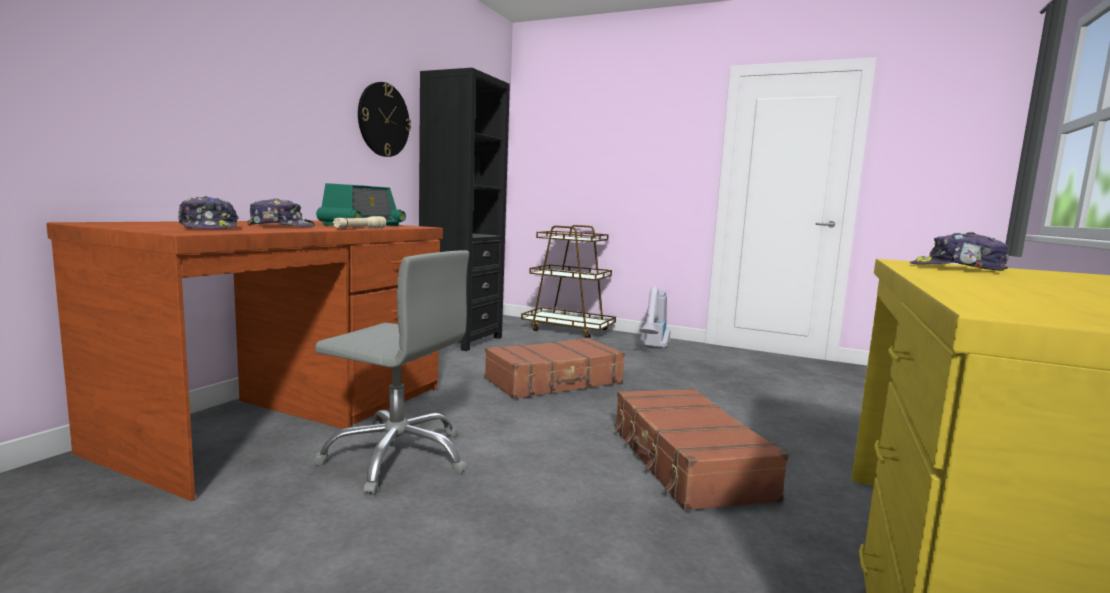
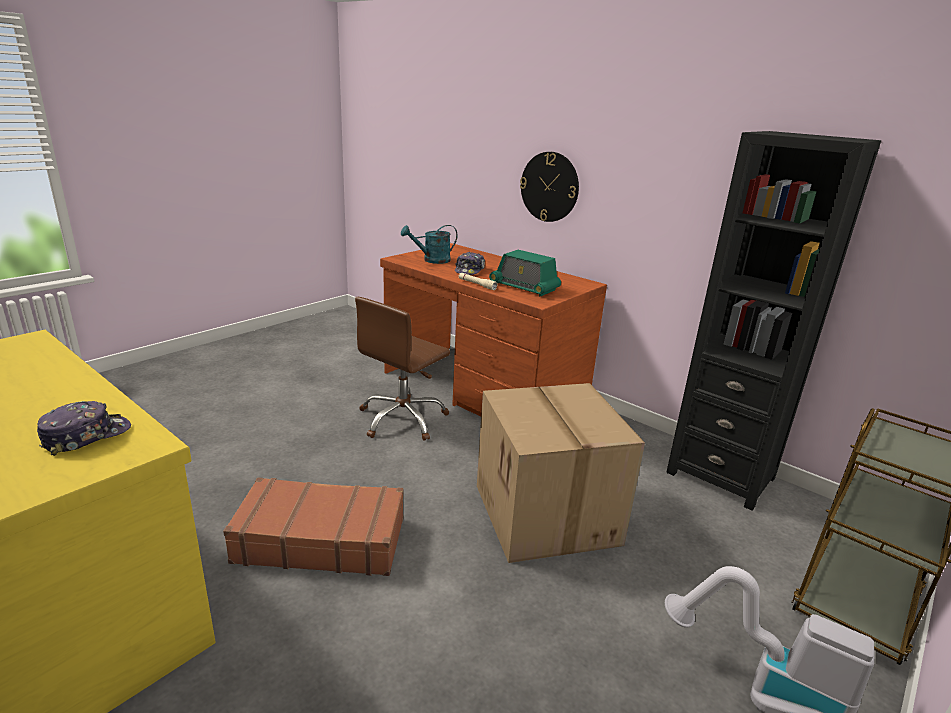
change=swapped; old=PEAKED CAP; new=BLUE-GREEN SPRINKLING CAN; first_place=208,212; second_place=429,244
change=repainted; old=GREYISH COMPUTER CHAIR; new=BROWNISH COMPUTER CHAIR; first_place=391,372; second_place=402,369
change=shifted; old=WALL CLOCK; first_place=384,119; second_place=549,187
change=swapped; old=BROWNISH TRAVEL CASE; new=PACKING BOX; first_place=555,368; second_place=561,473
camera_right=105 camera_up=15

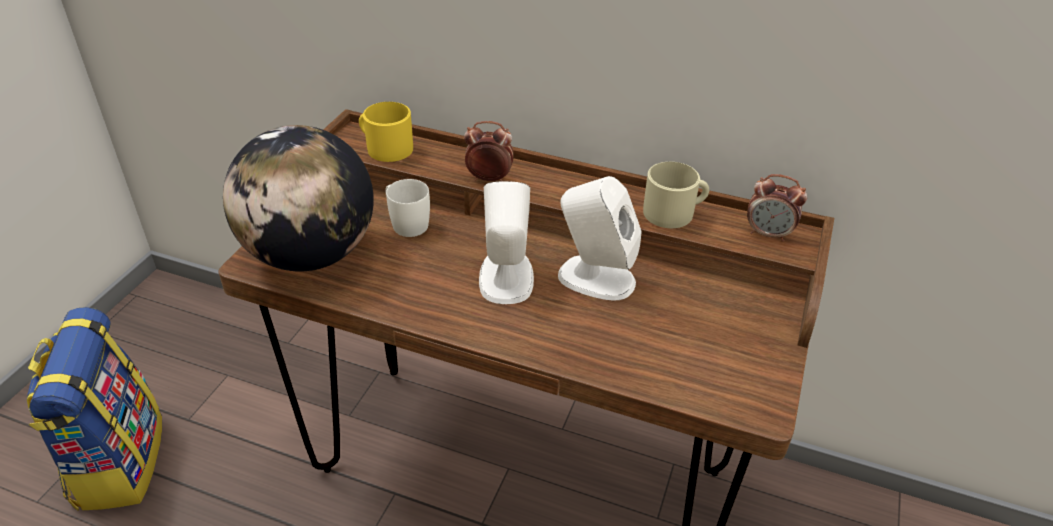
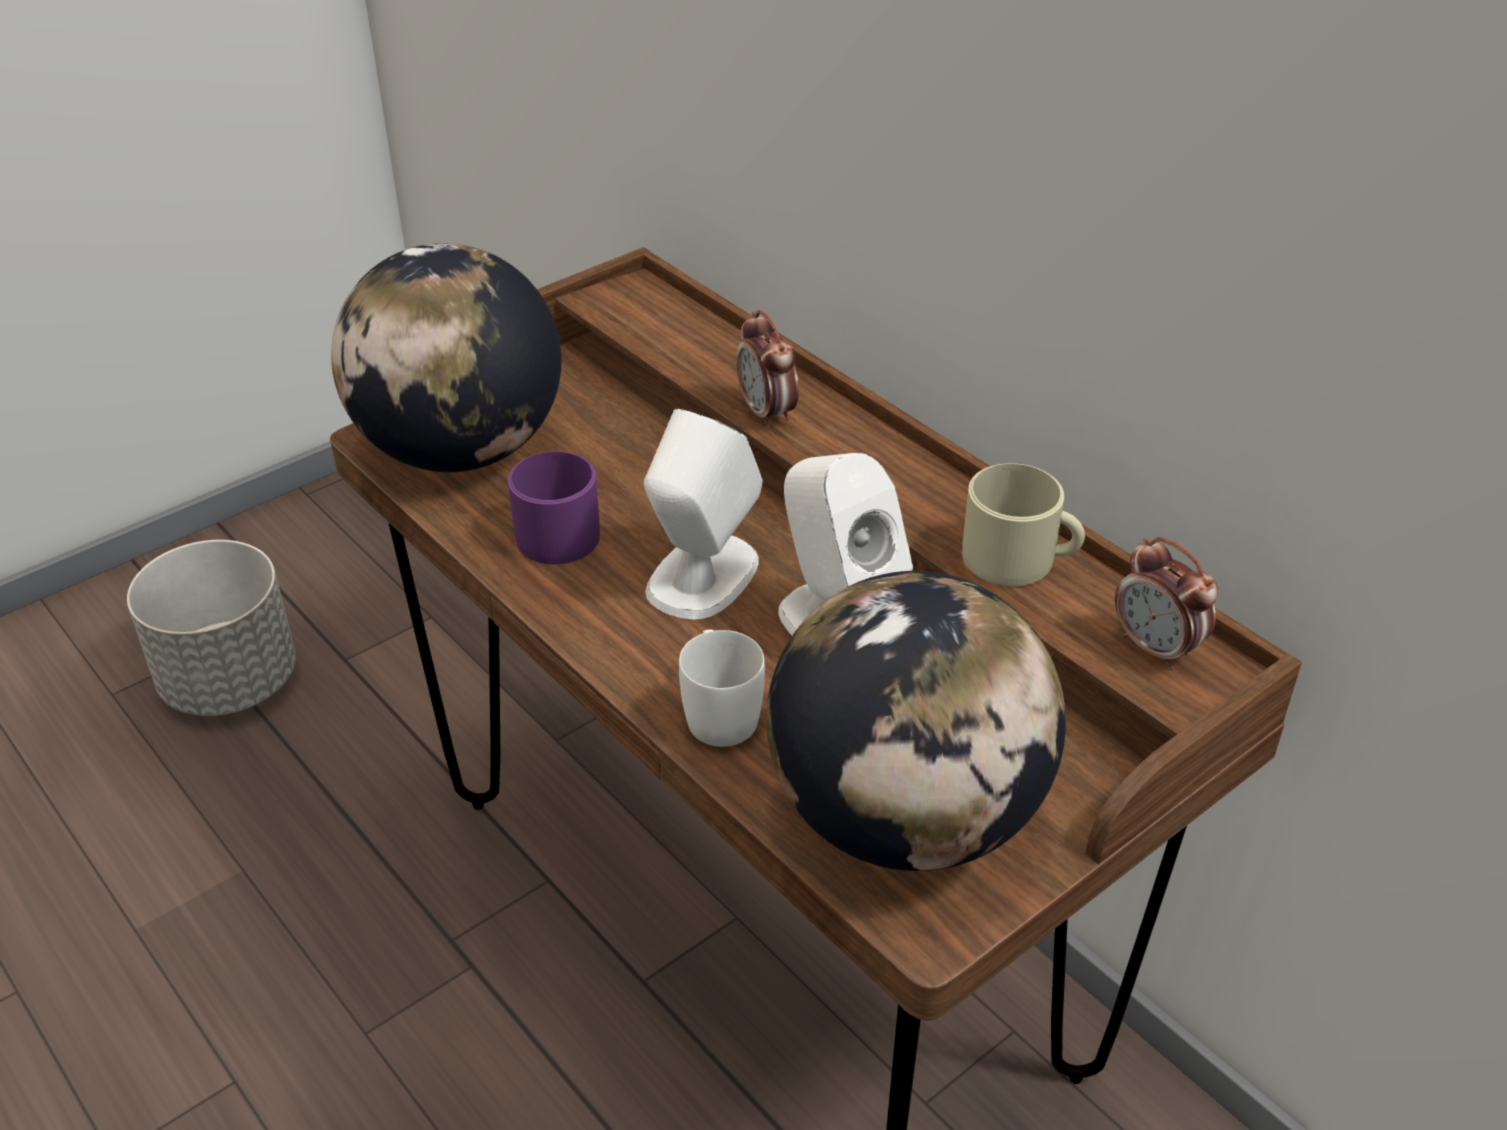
change=swapped; old=KNAPSACK; new=GREYISH PLANT POT; first_place=94,409; second_place=211,628
change=gone; old=YELLOWISH COFFEE MUG; first_place=386,132
change=shifted; old=WHITE-COLOURED COFFEE MUG; first_place=407,208; second_place=722,688
change=rotated; old=BEDSIDE CLOCK; first_place=488,151; second_place=767,369; degrees=-150
change=new; new=PURPLE-COLOURED COFFEE MUG; second_place=554,507
change=new; new=WORLD GLOBE; second_place=916,721
camera_right=30 camera_up=0

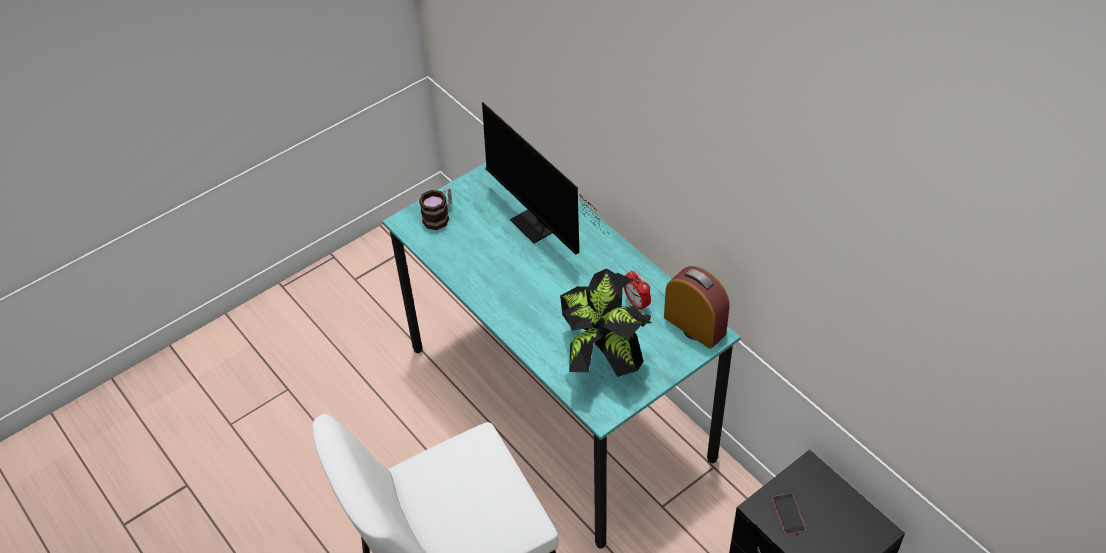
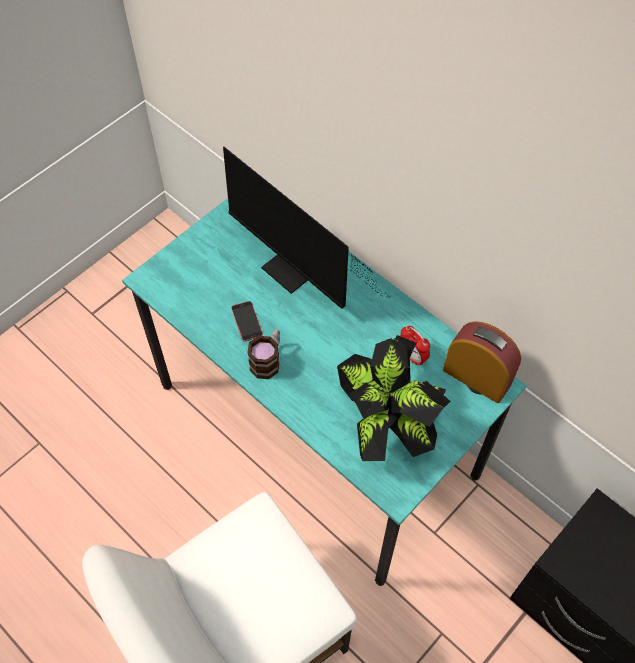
change=shifted; old=COFFEE MUG; first_place=435,208; second_place=263,354
change=shifted; old=PHONE; first_place=789,514; second_place=247,321
camera_right=-10 camera_up=10

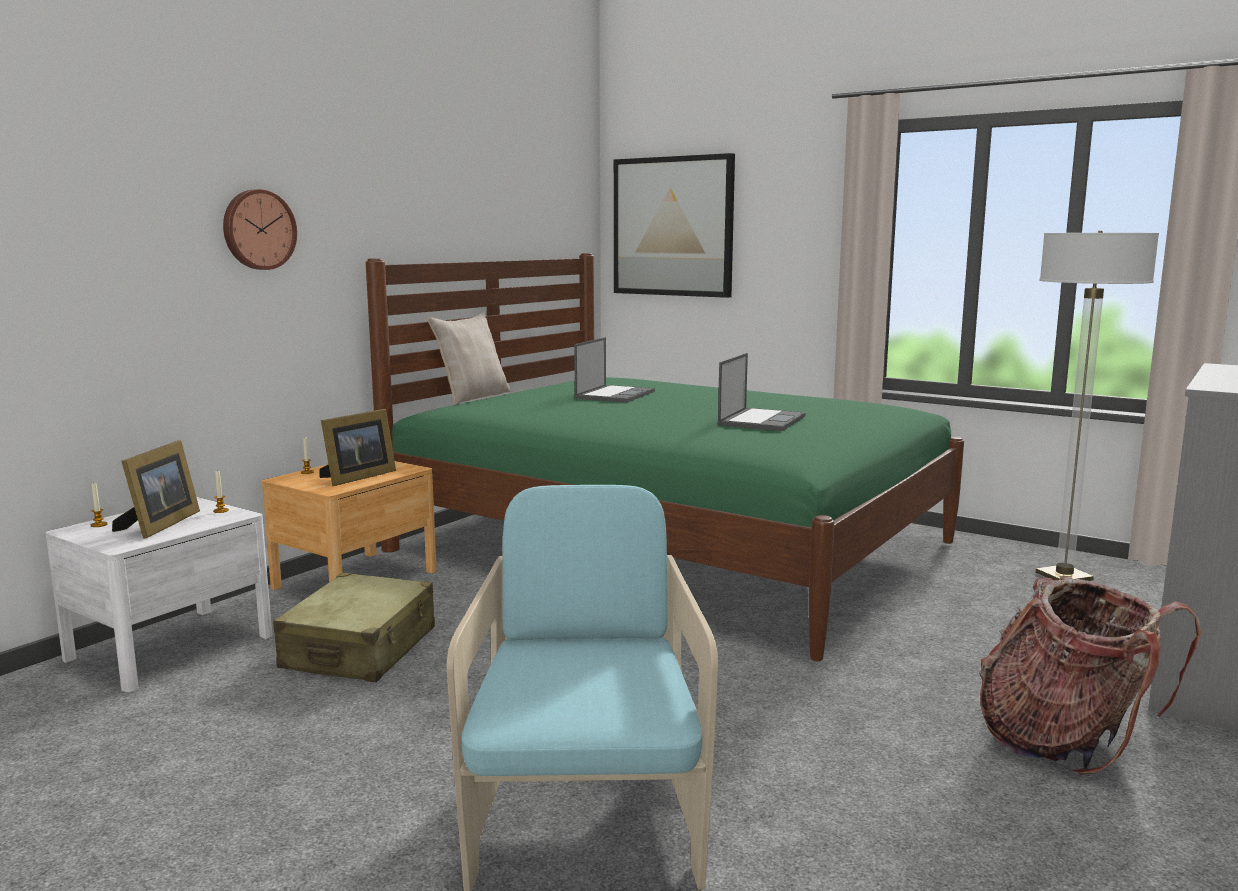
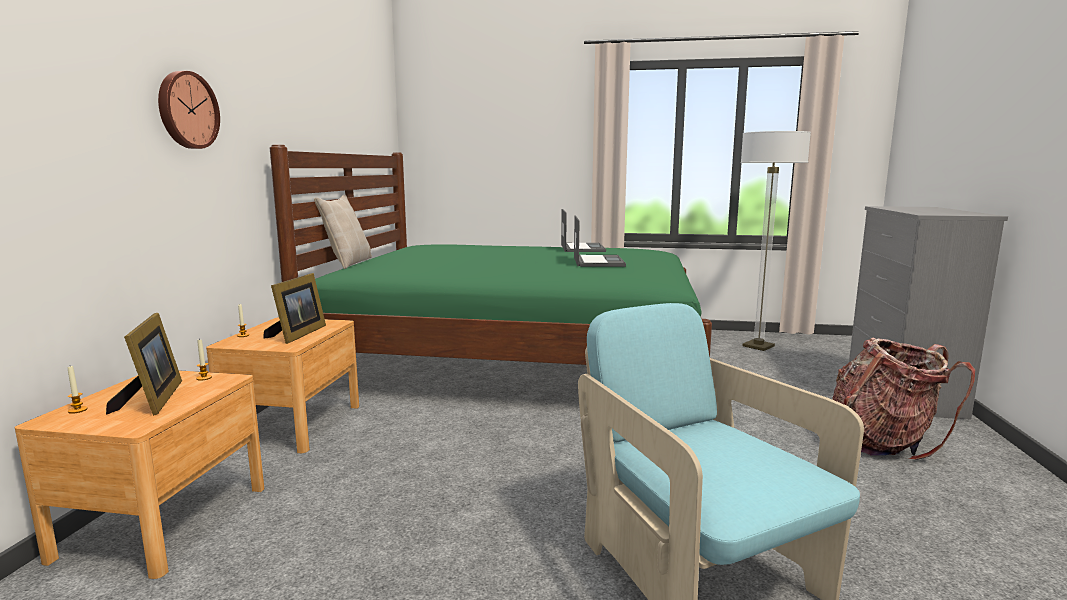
change=repainted; old=WHITE-COLOURED BEDSIDE TABLE; new=BROWNISH BEDSIDE TABLE; first_place=158,594; second_place=139,474
change=gone; old=BEIGE-COLOURED TRAVEL CASE; first_place=354,627
change=shifted; old=NOTEBOOK COMPUTER; first_place=614,370; second_place=583,230
change=gone; old=PICTURE; first_place=674,225
camera_right=-25 camera_up=0

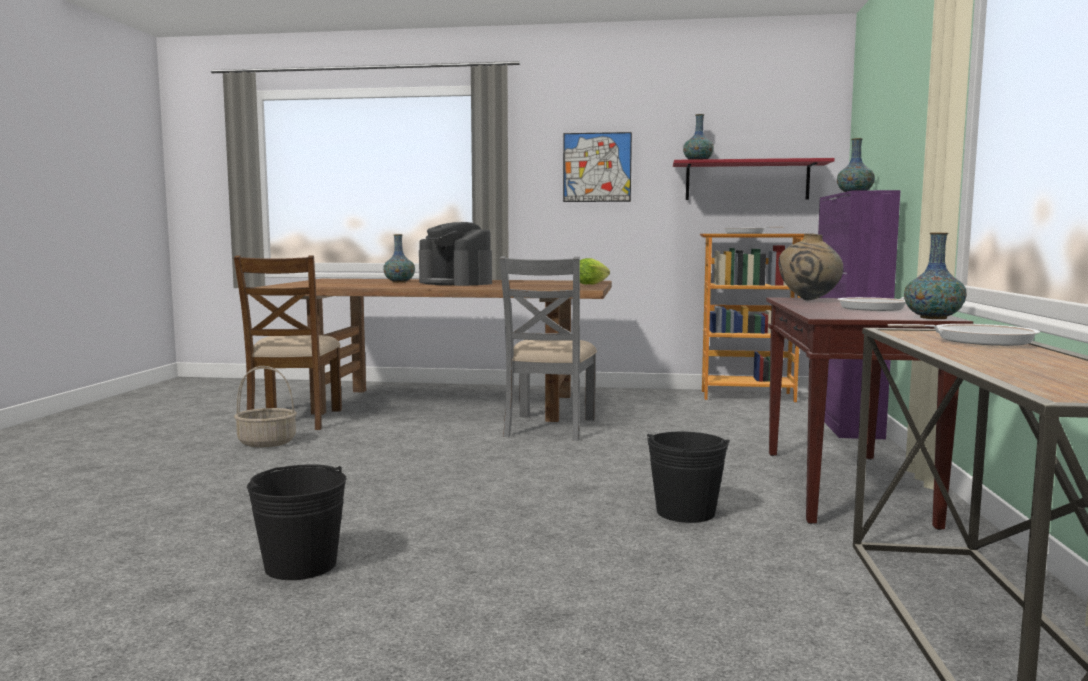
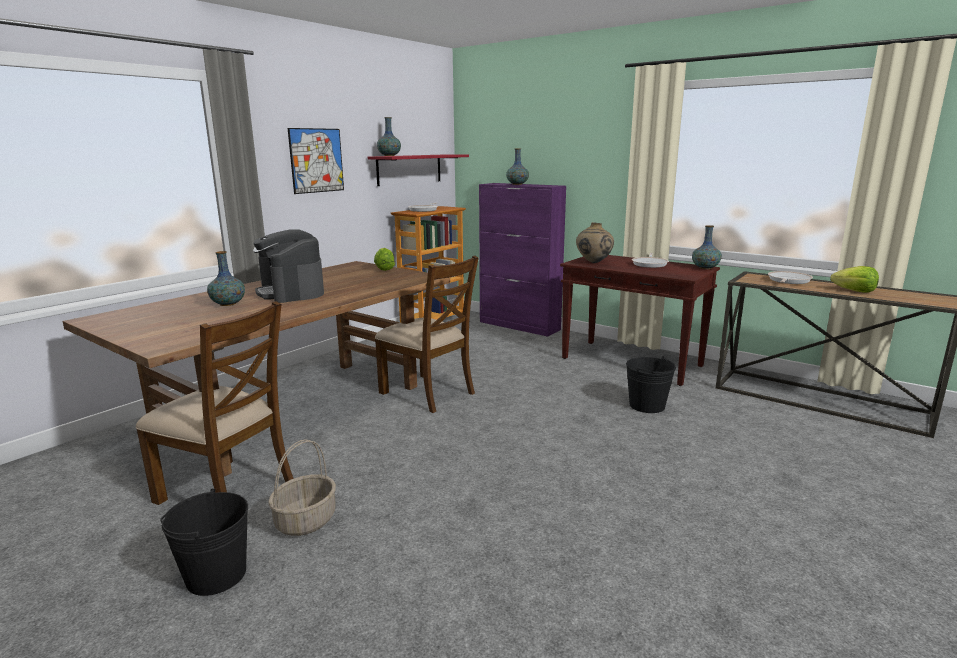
change=shifted; old=BLACK WATER BUCKET; first_place=296,522; second_place=204,542
change=rotated; old=COFFEE MACHINE; first_place=455,254; second_place=288,266; degrees=75
change=repainted; old=GREYISH UPRIGHT CHAIR; new=BROWNISH UPRIGHT CHAIR; first_place=548,348; second_place=426,334
change=new; new=LETTUCE; second_place=854,279
camera_right=-60 camera_up=10

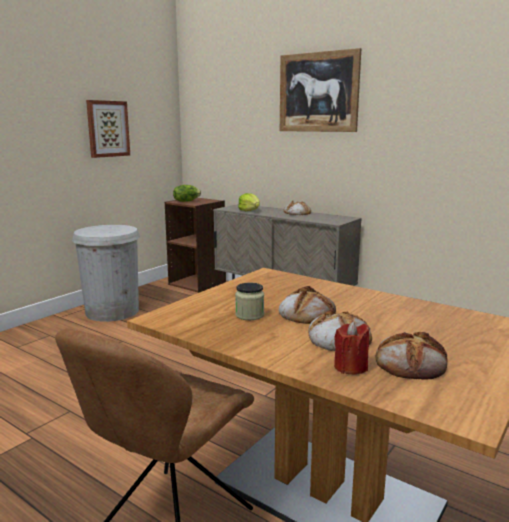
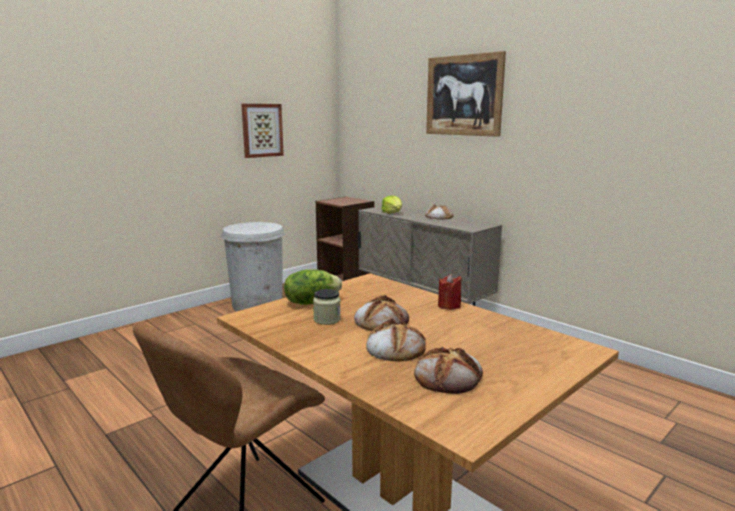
change=shifted; old=LETTUCE; first_place=187,193; second_place=313,287
change=shifted; old=REDDISH WAX LIGHT; first_place=351,347; second_place=450,292
camera_right=10 camera_up=0

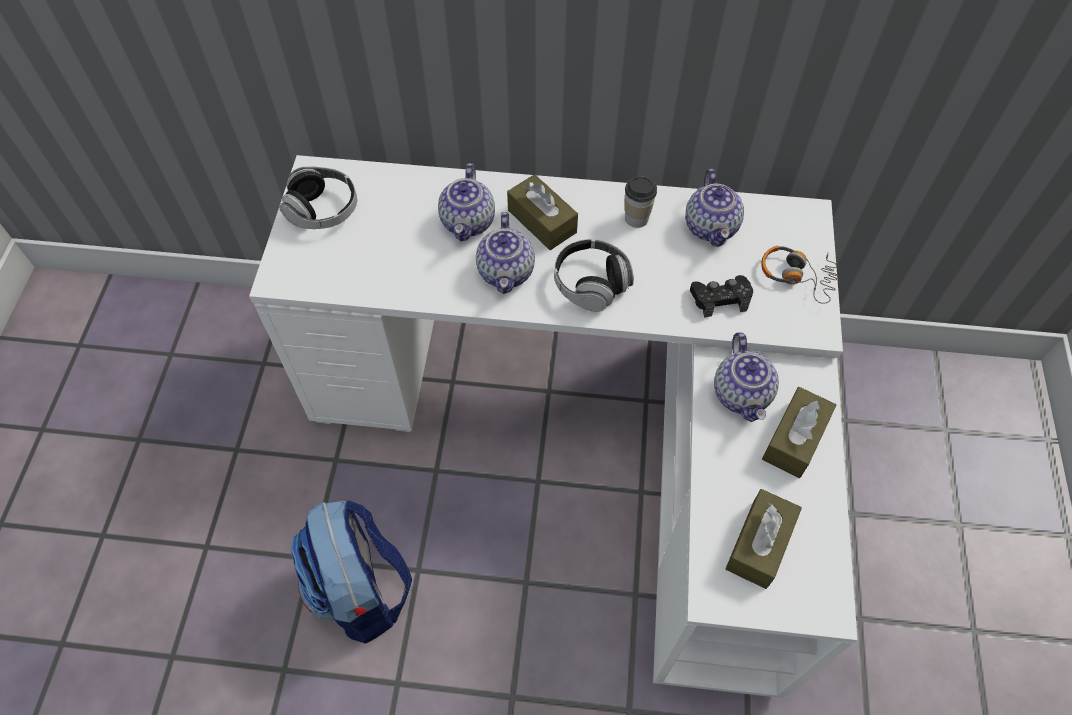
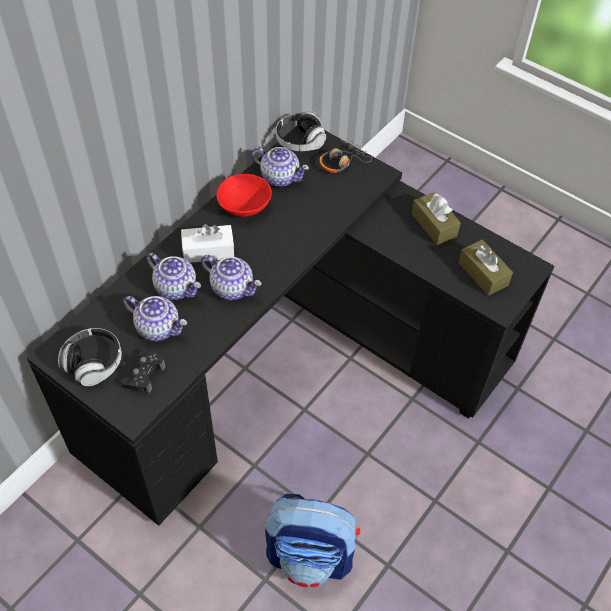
change=repainted; old=WHITE-COLOURED DESK; new=BLACK DESK; first_place=553,426; second_place=290,326
change=repainted; old=BROWNISH BOX OF TISSUES; new=WHITE-COLOURED BOX OF TISSUES; first_place=542,212; second_place=207,243
change=shifted; old=HEADPHONES; first_place=594,275; second_place=301,131
change=swapped; old=SMALL CUP; new=REDDISH BOWL; first_place=641,202; second_place=244,195
change=shifted; old=BLACK GAMEPAD; first_place=721,296; second_place=143,371
change=shifted; old=TEA POT; first_place=746,377; second_place=155,318
camera_right=-60 camera_up=-5

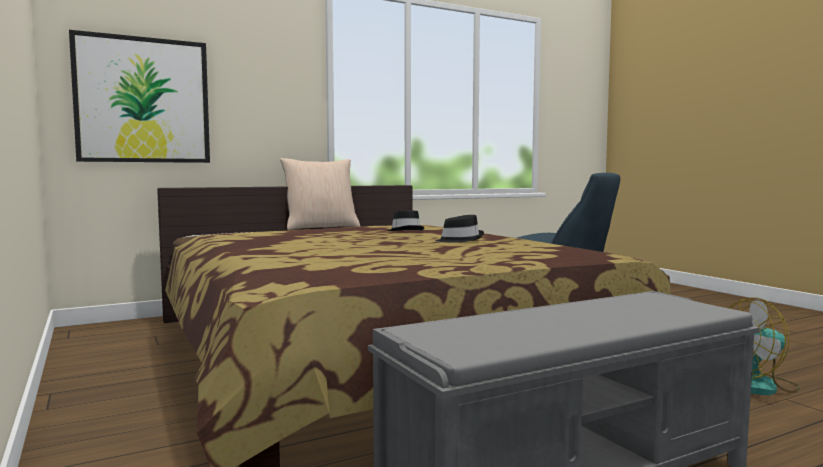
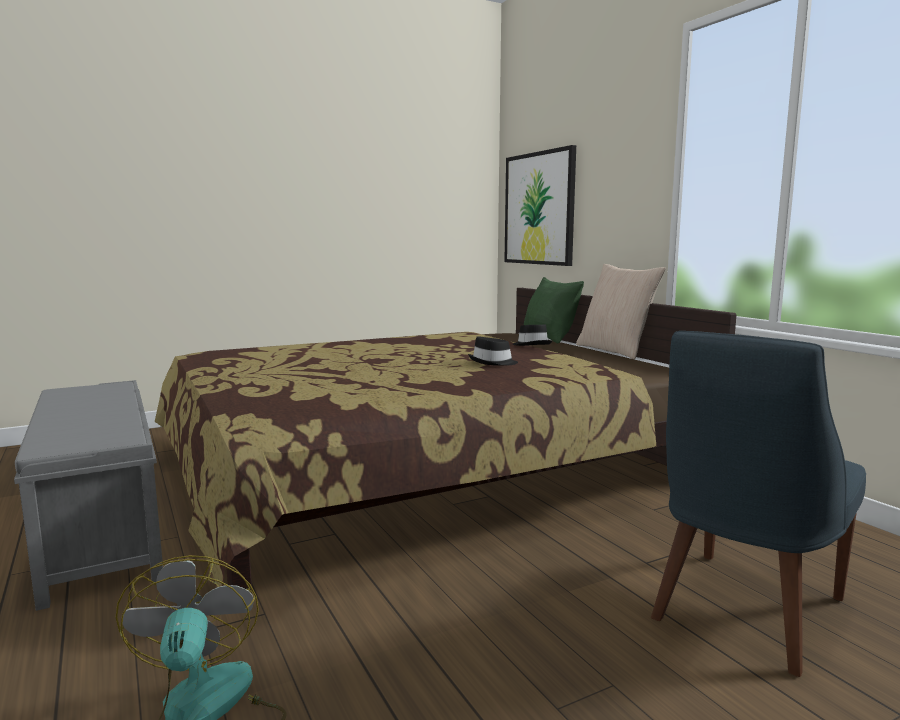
change=shifted; old=BLACK HAT; first_place=459,229; second_place=532,335
change=new; new=GREENISH PILLOW; second_place=554,310
camera_right=90 camera_up=5

